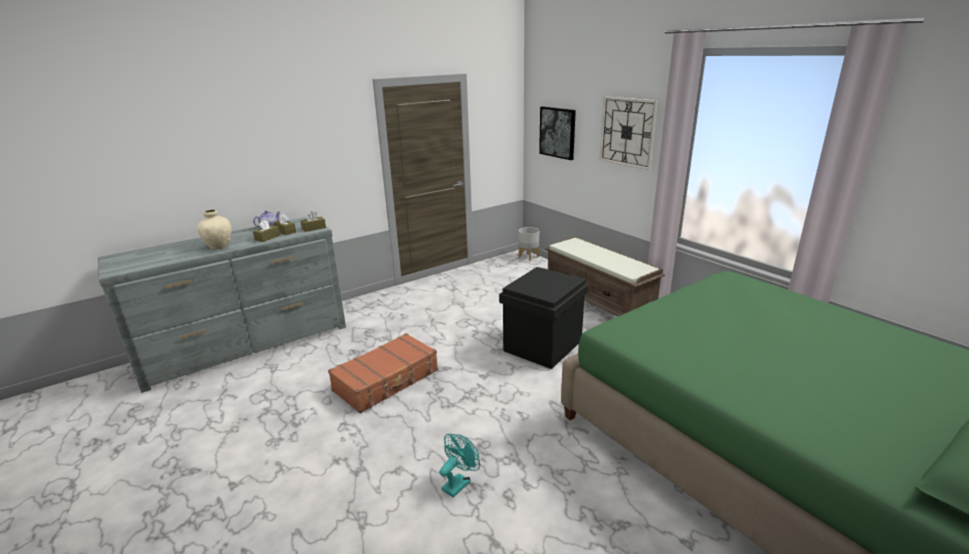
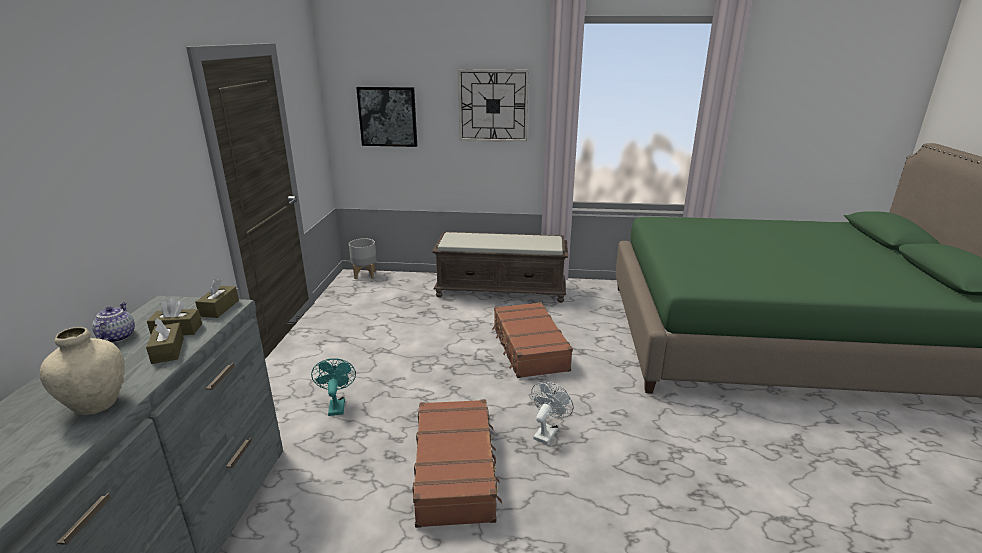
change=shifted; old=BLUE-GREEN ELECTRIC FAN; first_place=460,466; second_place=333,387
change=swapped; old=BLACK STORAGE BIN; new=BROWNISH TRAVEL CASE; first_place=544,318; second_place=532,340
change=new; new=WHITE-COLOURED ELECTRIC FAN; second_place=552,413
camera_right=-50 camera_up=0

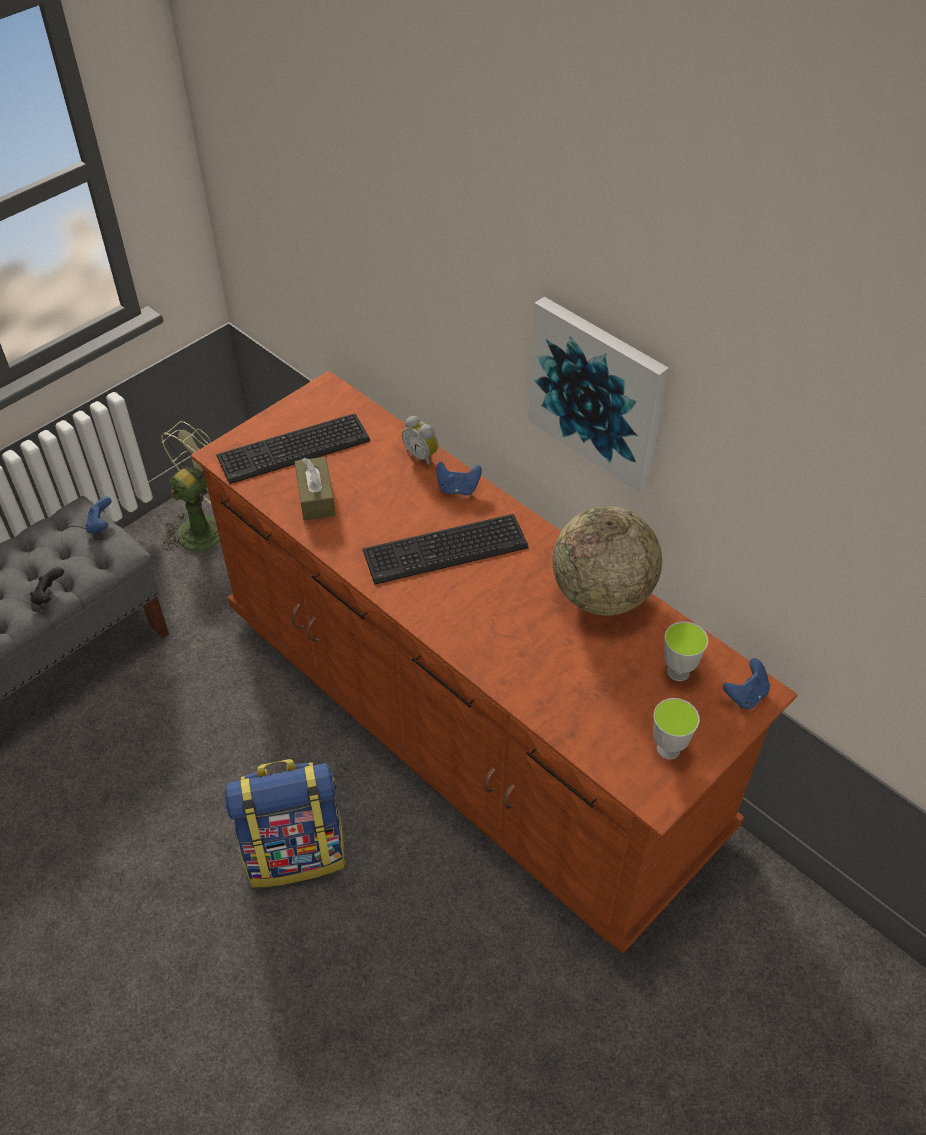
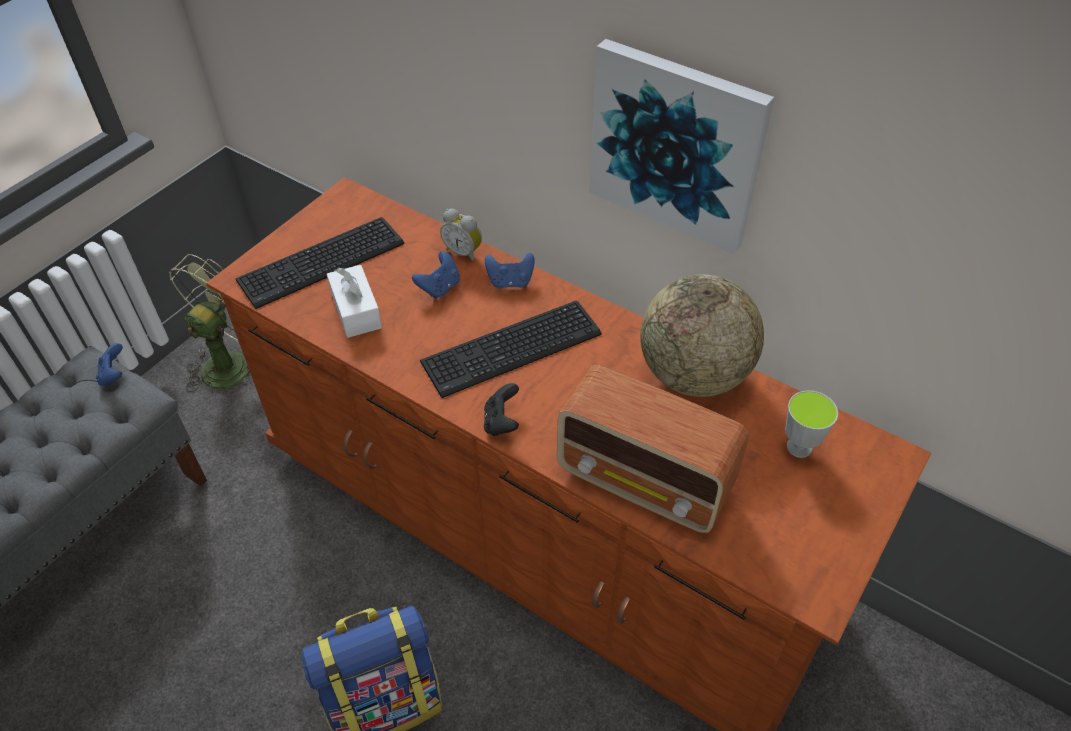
change=shifted; old=BLACK GAMEPAD; first_place=47,586; second_place=501,409
change=repainted; old=BROWNISH BOX OF TISSUES; new=WHITE-COLOURED BOX OF TISSUES; first_place=315,488; second_place=354,301
change=gone; old=SMALL CUP; first_place=676,729
change=shifted; old=BLUE-COLOURED GAMEPAD; first_place=746,683; second_place=436,275
change=new; new=RADIO RECEIVER; second_place=653,449
camera_right=-10 camera_up=0

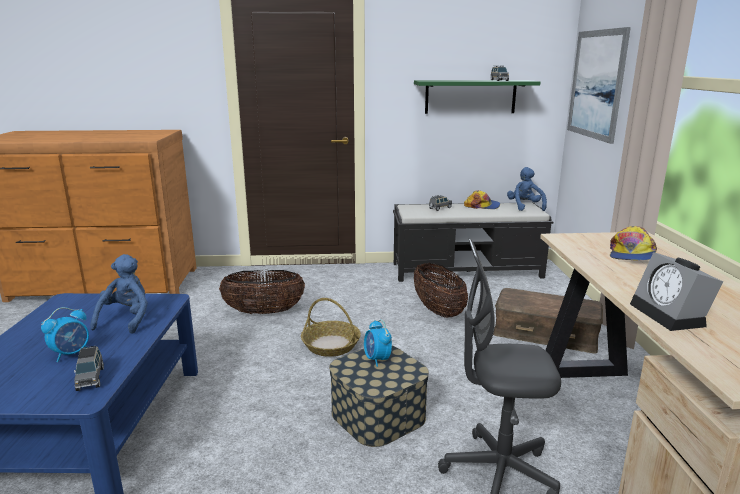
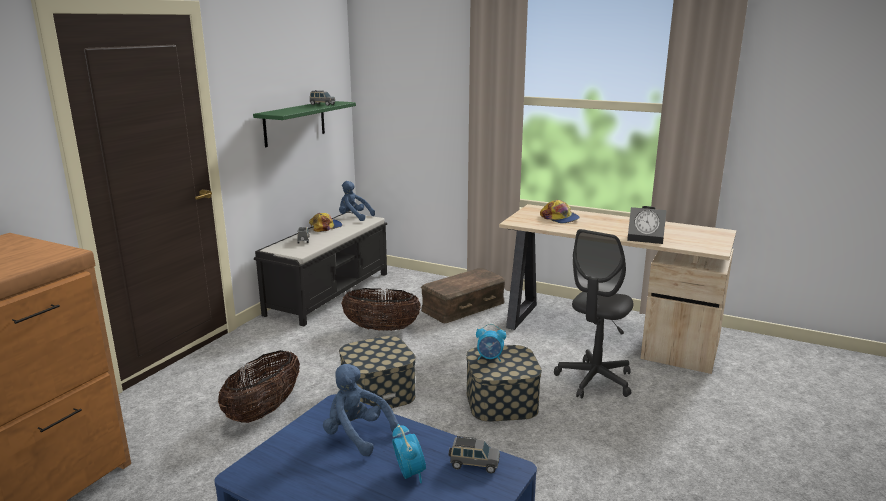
change=swapped; old=HOUSEHOLD BASKET; new=STORAGE BIN; first_place=331,327; second_place=377,372
change=gone; old=PICTURE; first_place=599,85
camera_right=-60 camera_up=0

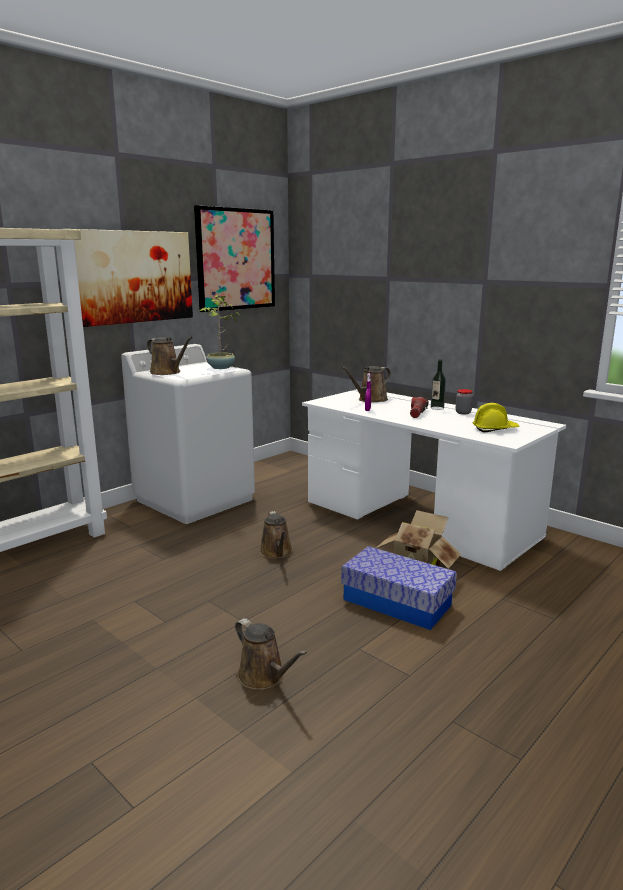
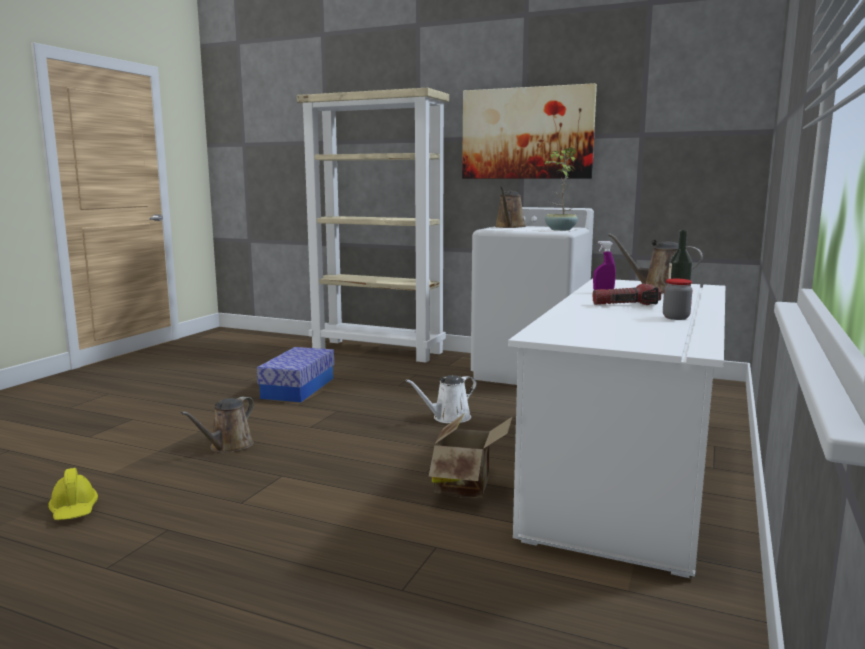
change=gone; old=PICTURE; first_place=234,258
change=repainted; old=BROWNISH SPRINKLING CAN; new=WHITE-COLOURED SPRINKLING CAN; first_place=276,535; second_place=441,399
change=shifted; old=STORAGE BIN; first_place=399,588; second_place=295,374
change=shifted; old=YELLOWISH SAFETY HELMET; first_place=495,417; second_place=73,494
camera_right=70 camera_up=-5

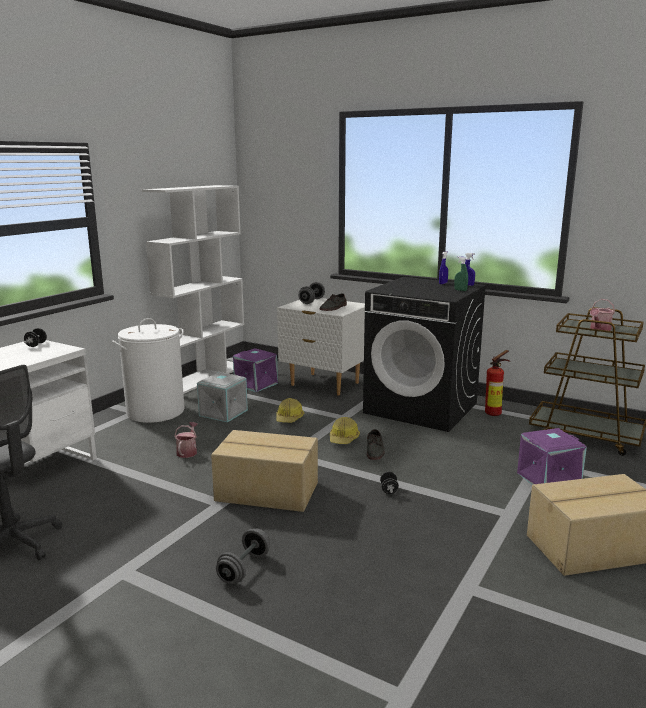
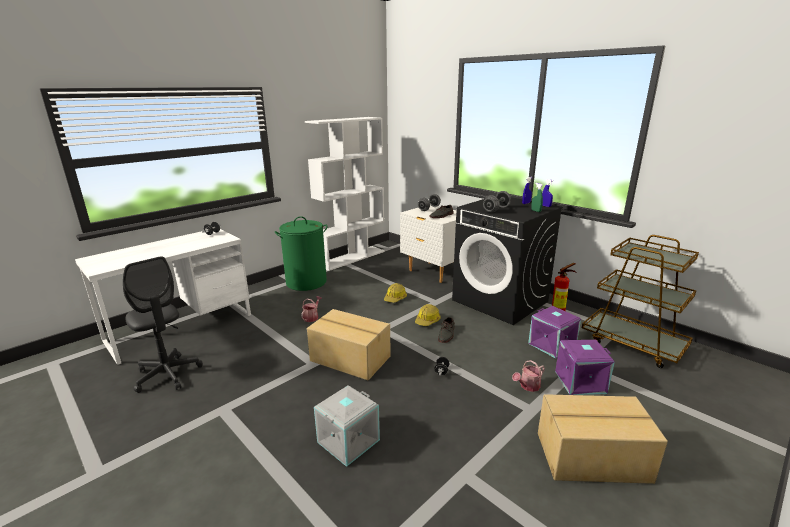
change=repainted; old=WHITE-COLOURED WASHING BASKET; new=GREENISH WASHING BASKET; first_place=148,370; second_place=301,253
change=shifted; old=GREYISH STORAGE BIN; first_place=222,397; second_place=347,426
change=shifted; old=GREYISH HAND WEIGHT; first_place=243,556; second_place=497,202
change=shifted; old=PURPLE-COLOURED STORAGE BIN; first_place=255,370; second_place=554,332
change=shifted; old=SPRINKLING CAN; first_place=602,315; second_place=528,376
camera_right=15 camera_up=5

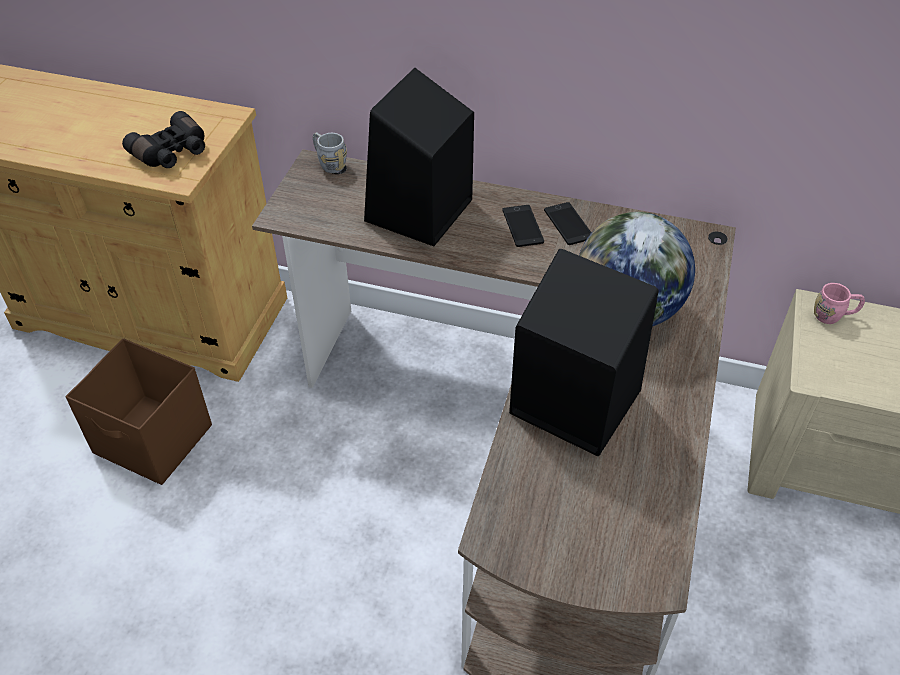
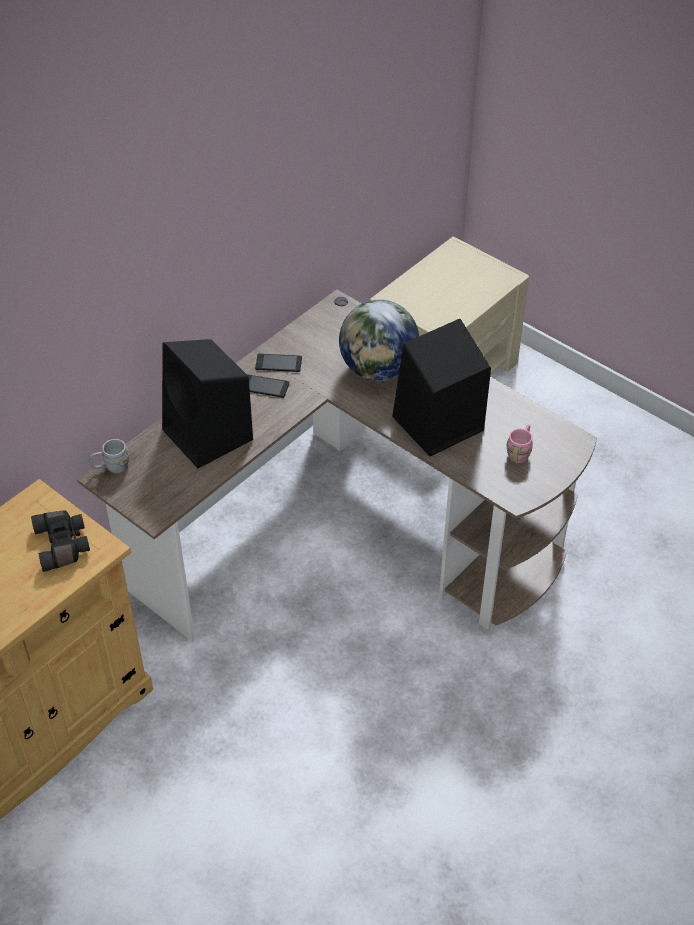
change=gone; old=BROWNISH STORAGE BIN; first_place=138,411
change=shifted; old=PINK-COLOURED COFFEE MUG; first_place=839,303; second_place=519,444
camera_right=-65 camera_up=0

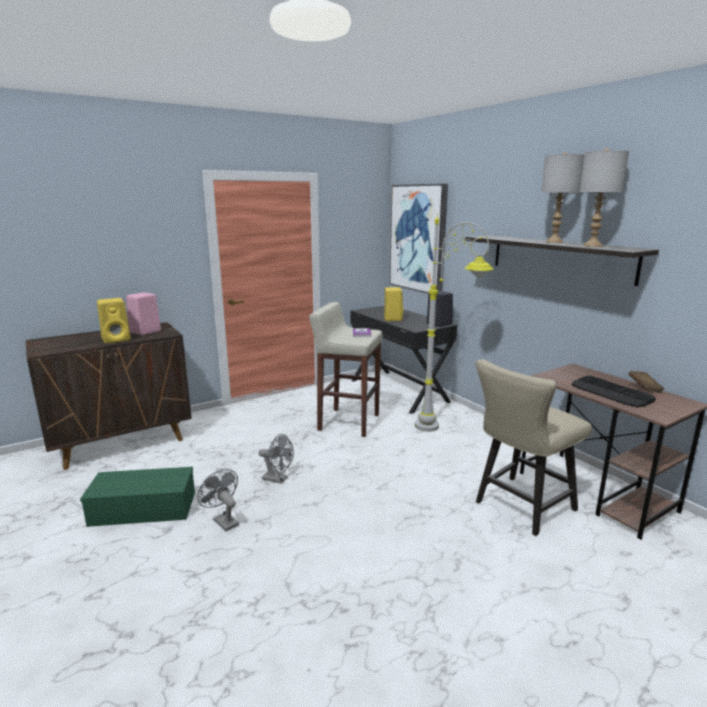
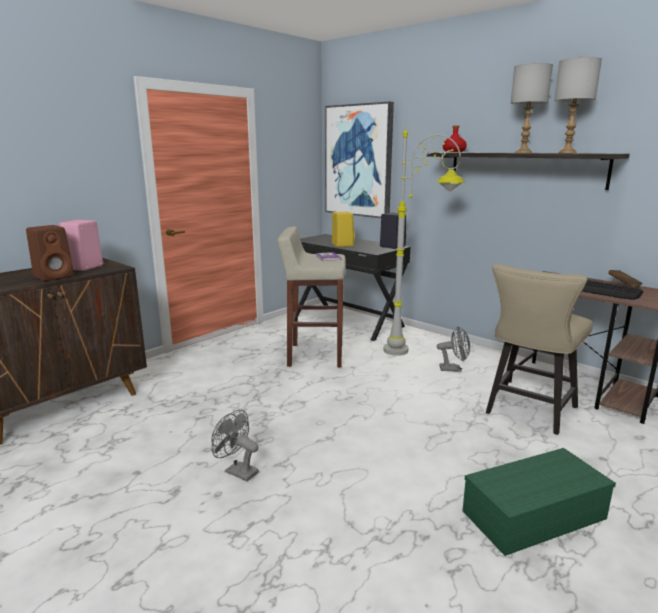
change=shifted; old=GREENISH STORAGE BIN; first_place=137,497; second_place=539,502
change=repainted; old=YELLOWISH AUDIO SPEAKER; new=BROWNISH AUDIO SPEAKER; first_place=114,321; second_place=50,253
change=shifted; old=GREYISH ELECTRIC FAN; first_place=276,459; second_place=453,349
change=new; new=REDDISH DRINK BOTTLE; second_place=455,138
camera_right=-15 camera_up=0

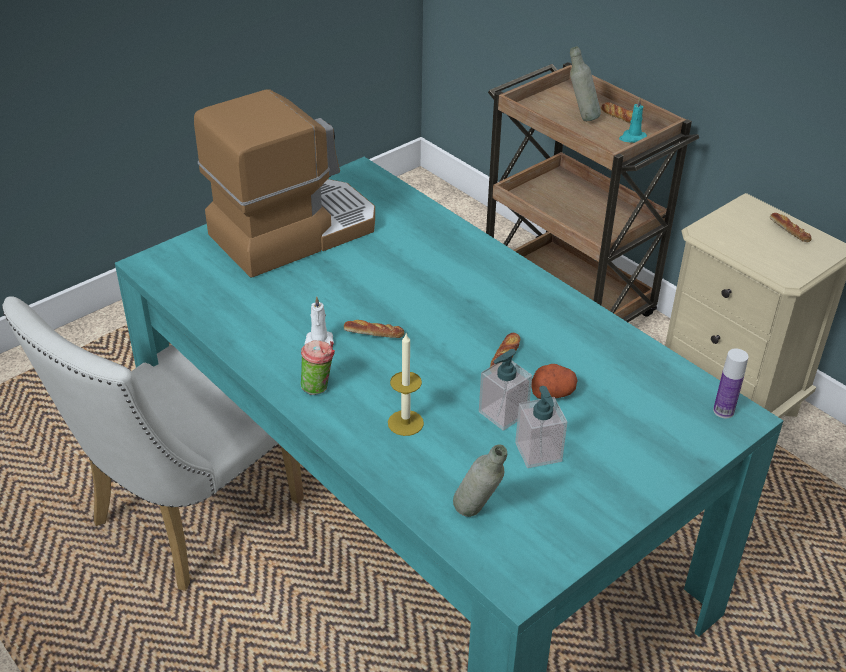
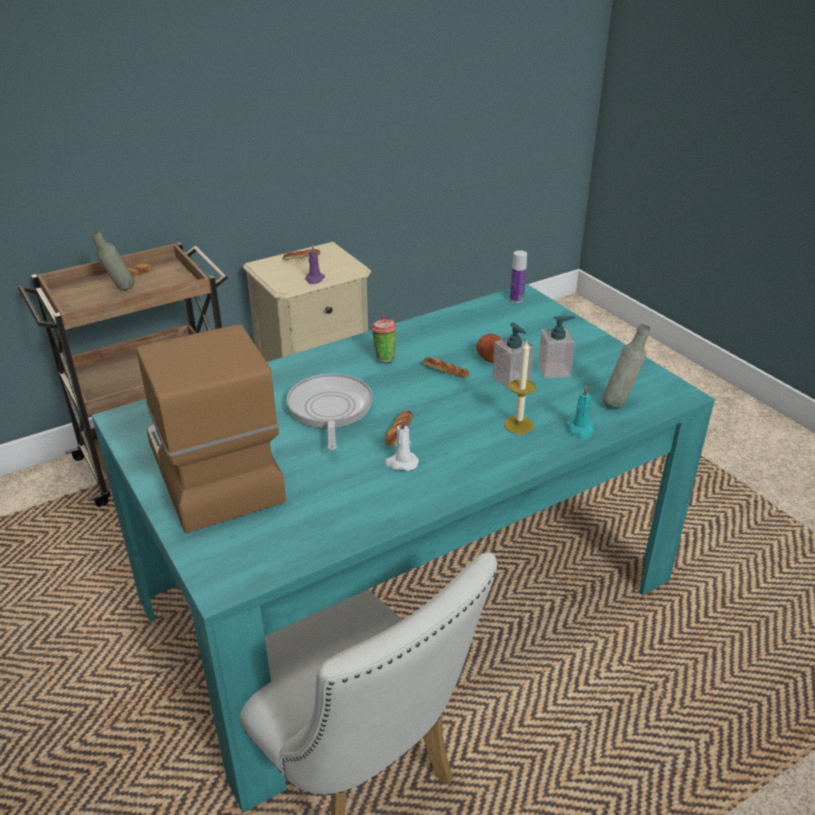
change=shifted; old=SMALL CUP; first_place=318,367; second_place=383,339
change=shifted; old=BLUE-GREEN WAX LIGHT; first_place=633,120; second_place=580,412
change=new; new=SKILLET; second_place=330,412
change=new; new=PURPLE-COLOURED WAX LIGHT; second_place=315,264
camera_right=-80 camera_up=-5

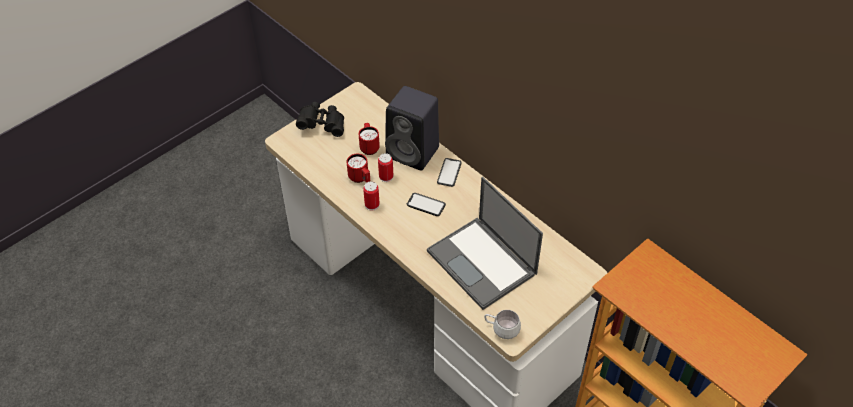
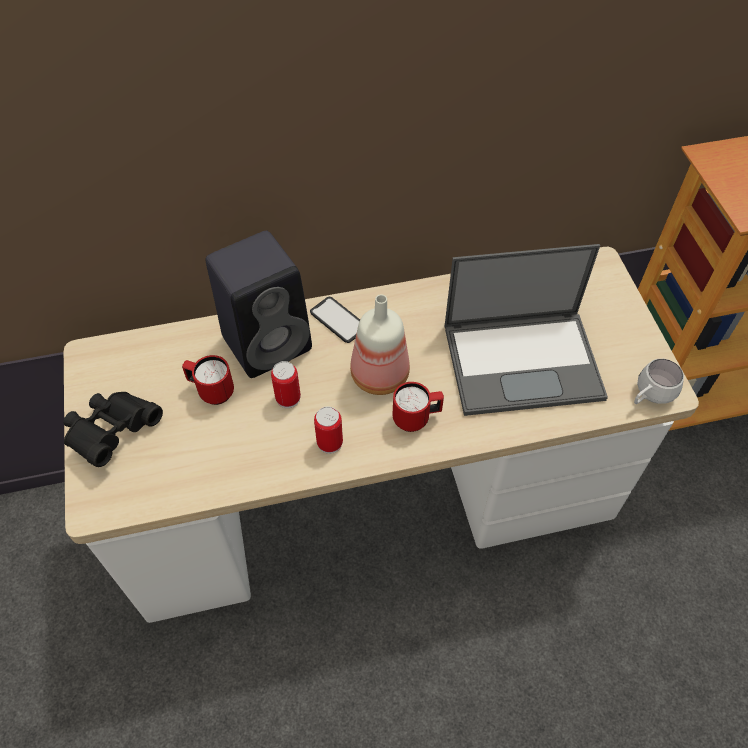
change=shifted; old=REDDISH COFFEE MUG; first_place=358,168; second_place=418,407
change=swapped; old=PHONE; new=DRINK BOTTLE; first_place=426,204; second_place=380,344
camera_right=-60 camera_up=5

